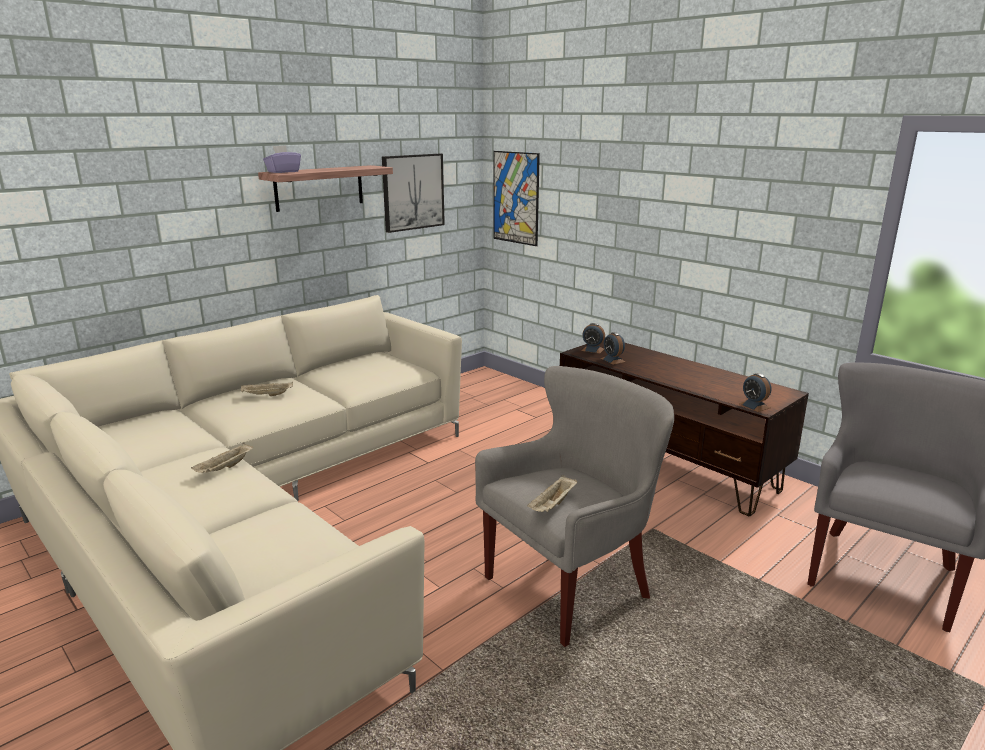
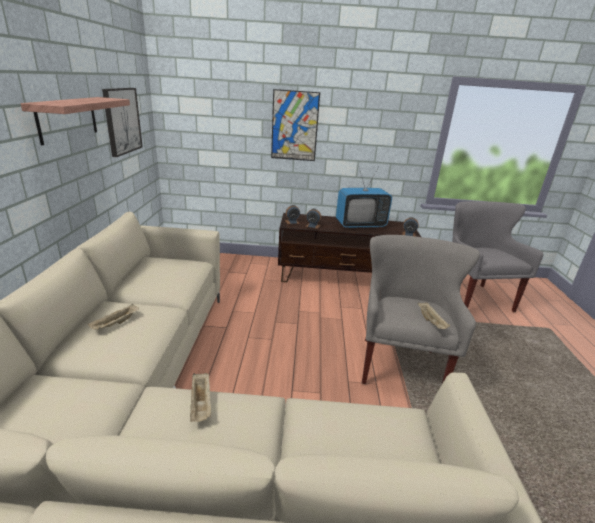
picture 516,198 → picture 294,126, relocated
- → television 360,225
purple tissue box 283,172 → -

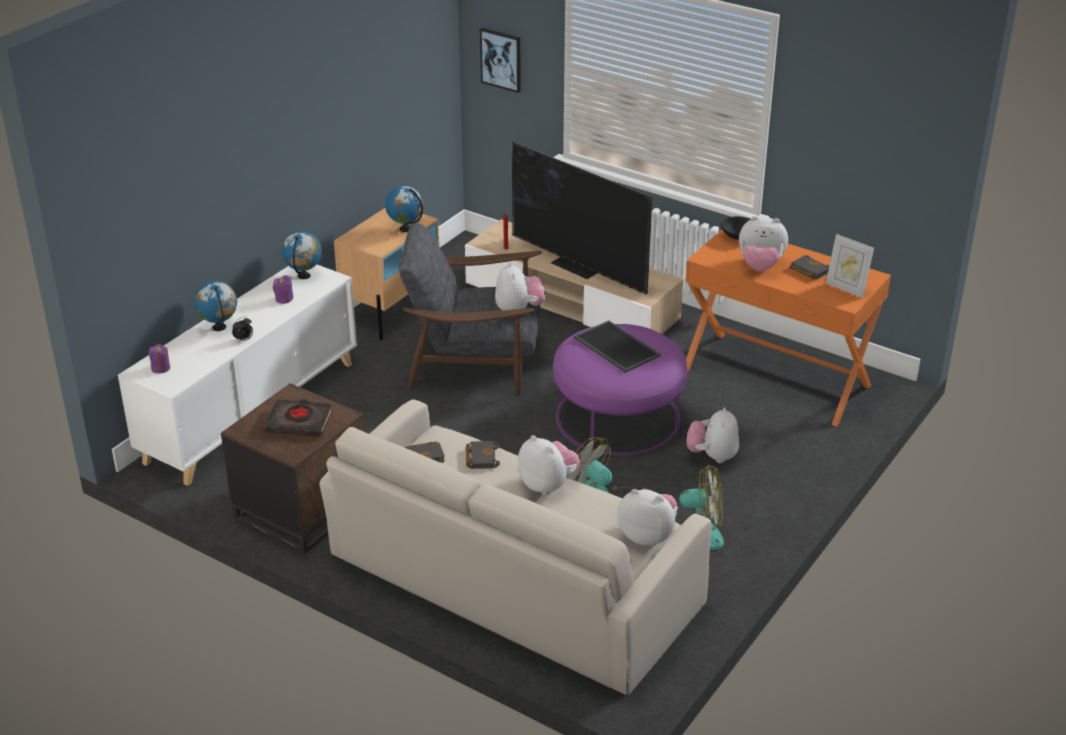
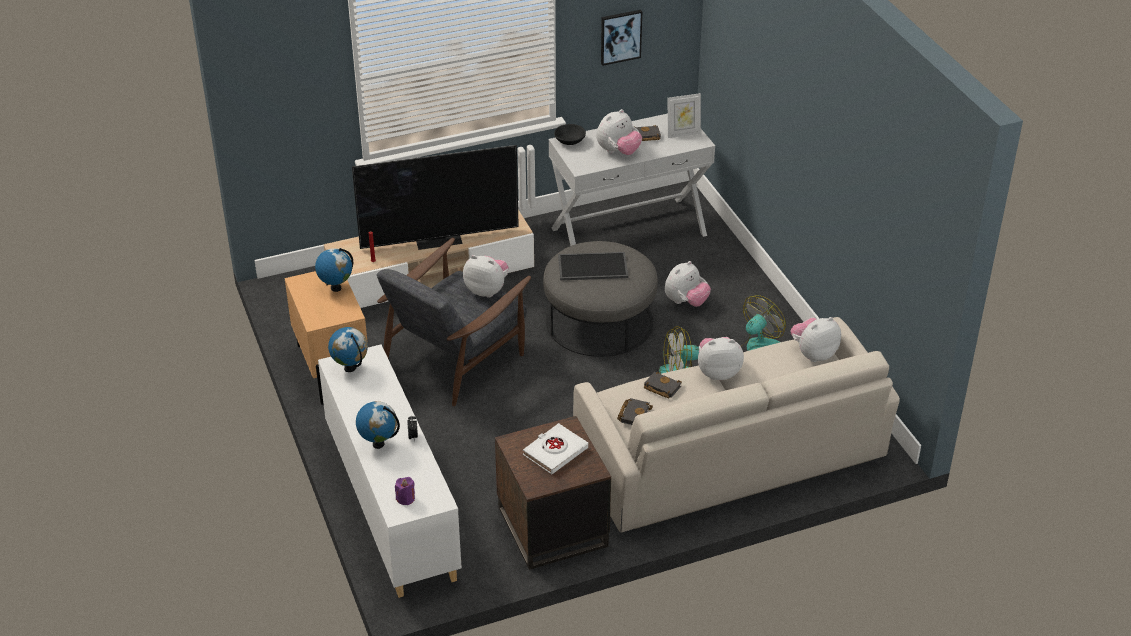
black book 299,422 → white book 555,452
purple ottoman 617,417 → grey ottoman 599,322
orange console table 776,377 → white console table 628,231
picture 501,59 → picture 620,36, relocated
plush toy 712,456 → plush toy 686,302, 90 degrees counterclockwise
purple candle 284,299 → -

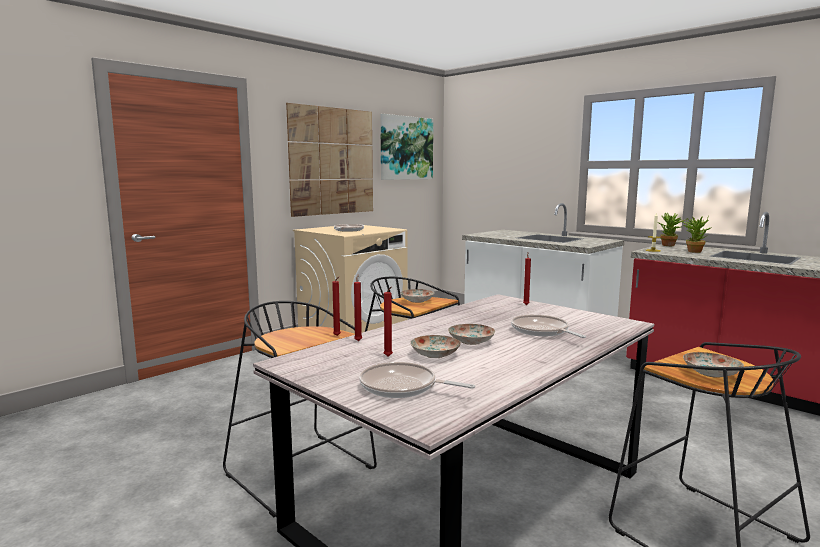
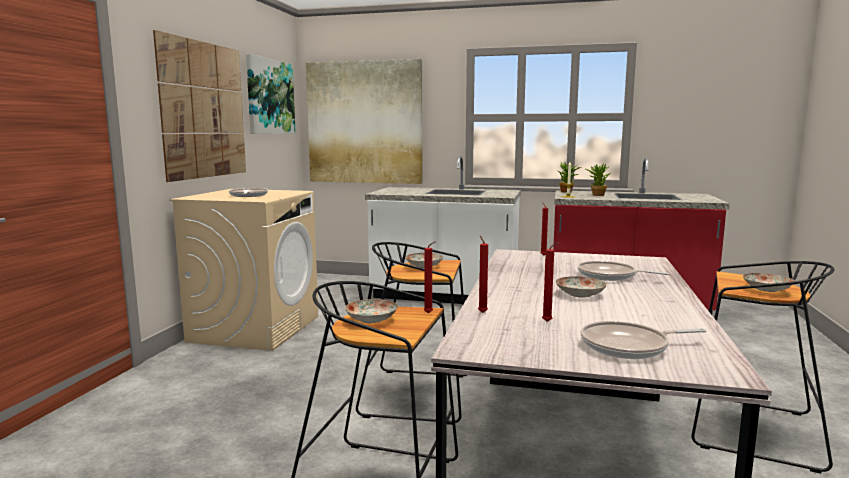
- → picture 364,123
plate 435,355 → plate 372,319, relocated

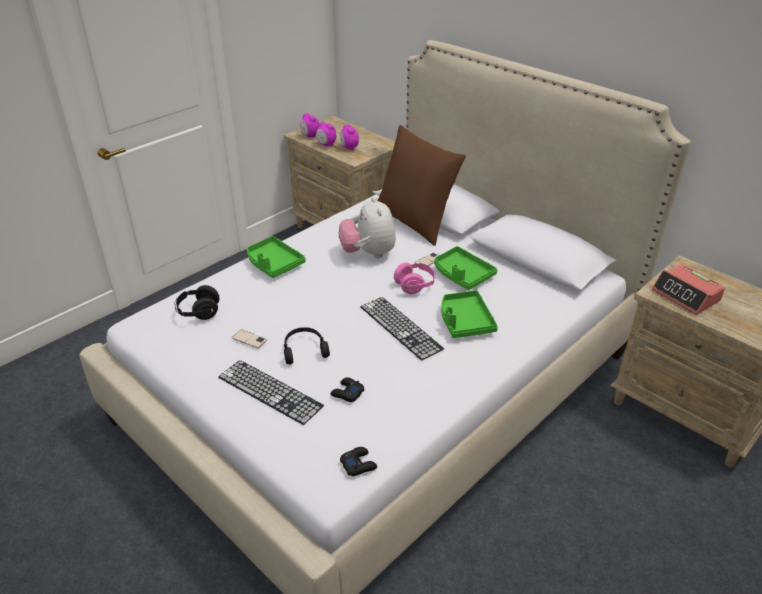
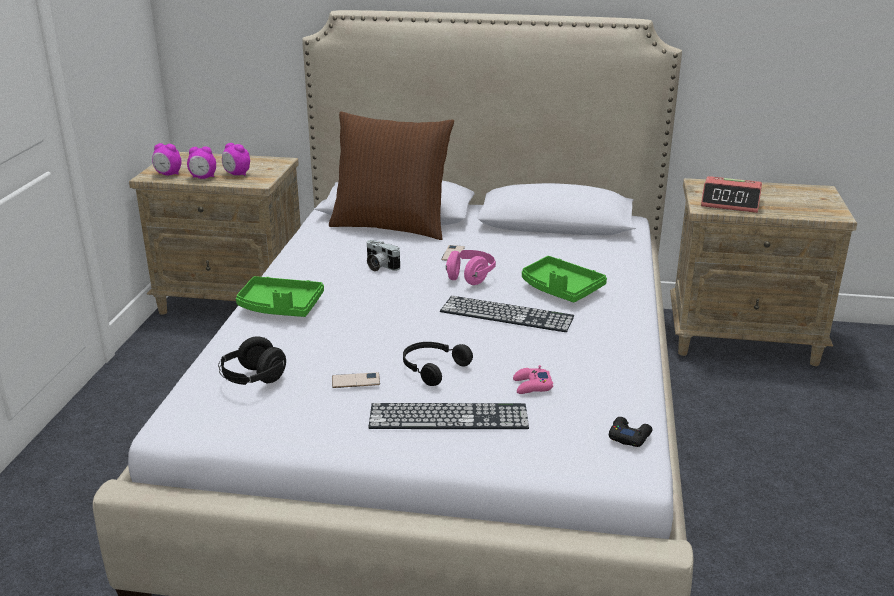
plush toy 368,253 → photo camera 379,266
black game controller 347,393 → pink game controller 532,386
green tray 462,275 → -

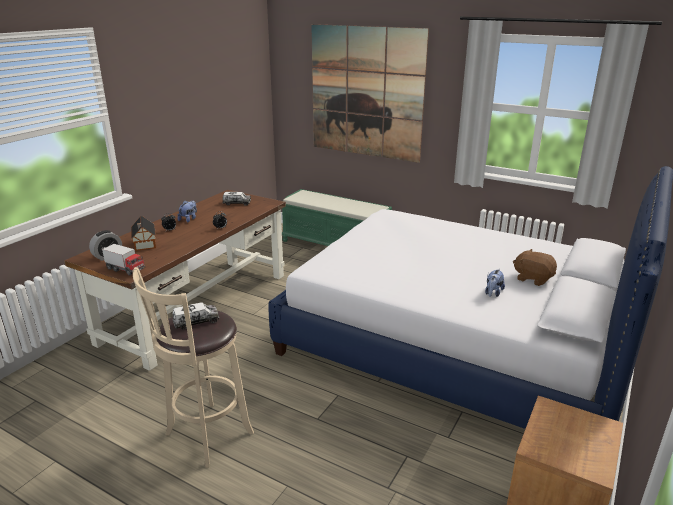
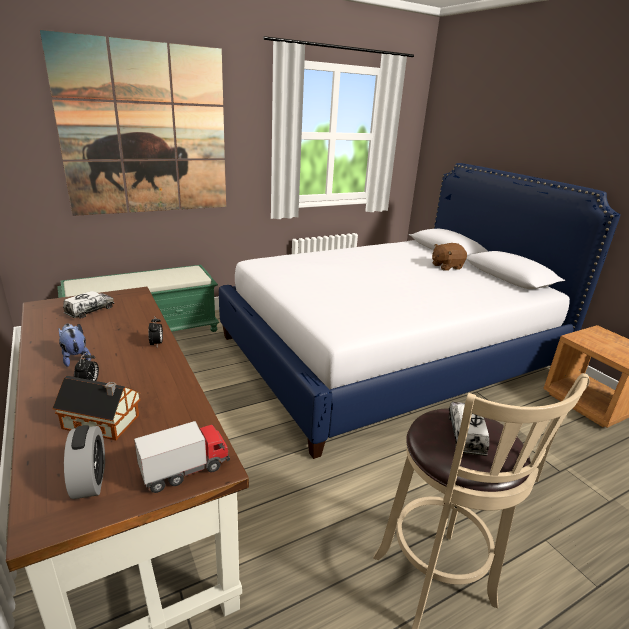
plush toy 493,293 → -

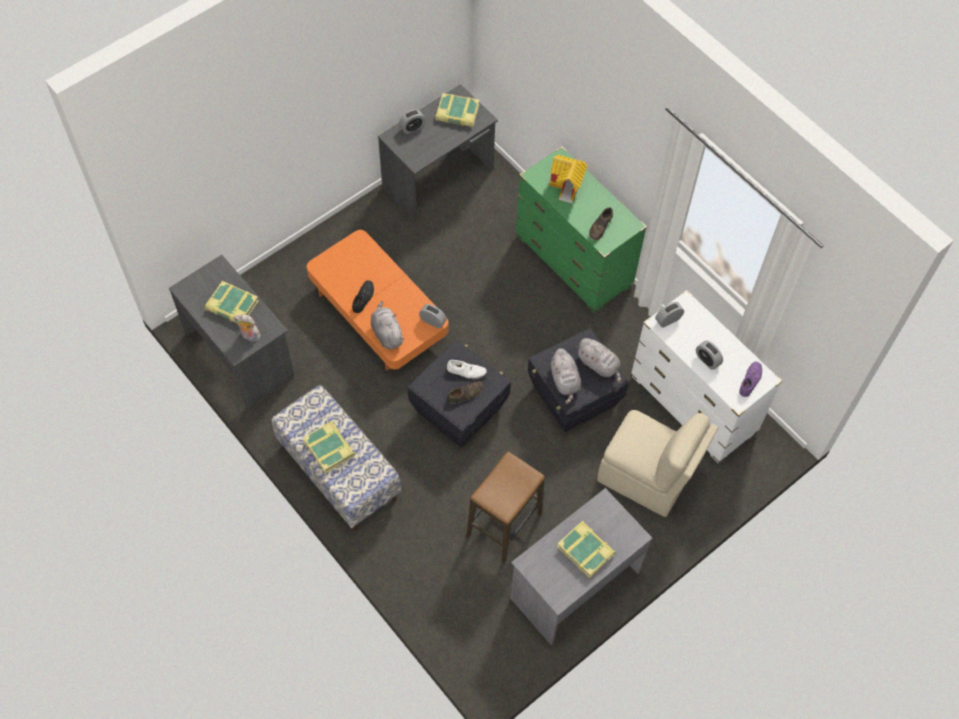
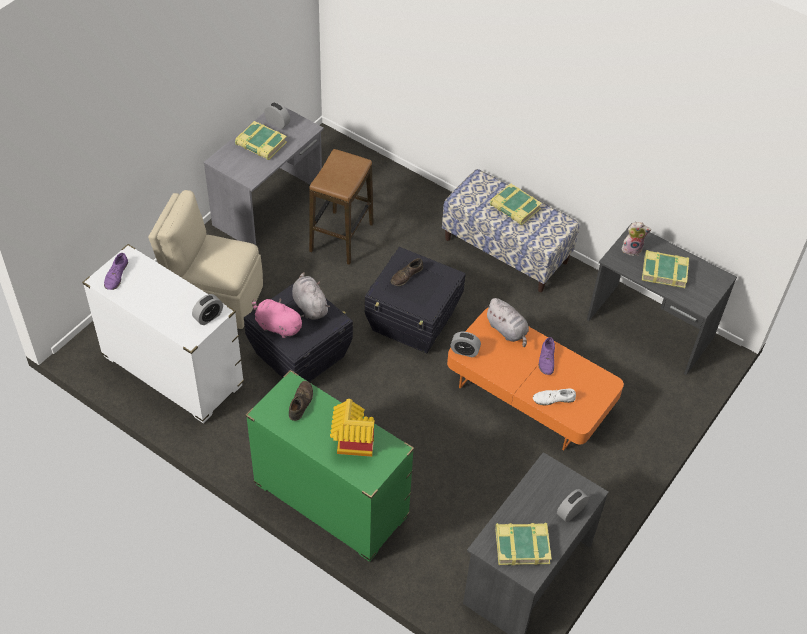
grey plush toy 599,365 → pink plush toy 277,326
alarm clock 707,360 → alarm clock 277,123, relocated
white shoe 466,371 → white shoe 553,399, relocated
black shoe 363,298 → purple shoe 547,360

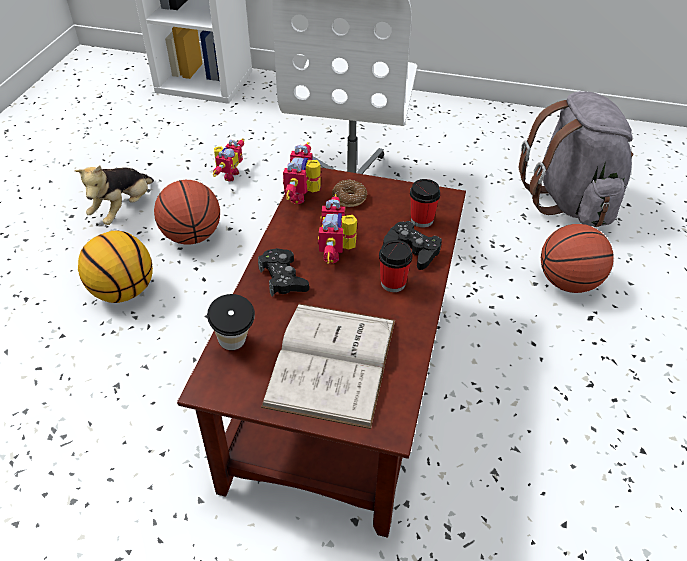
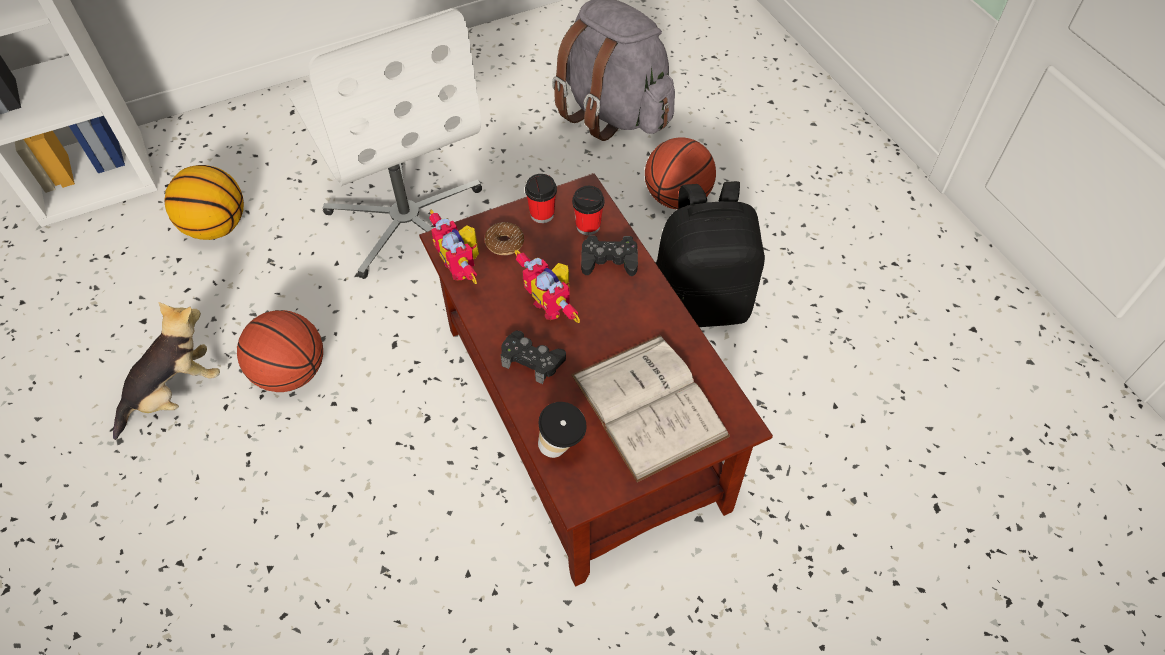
plush toy 123,209 → plush toy 176,392, 120 degrees counterclockwise
basketball 123,291 → basketball 216,226, relocated
cup 393,283 → cup 542,214, relocated
- → black backpack 701,302
toy robot 228,175 → -

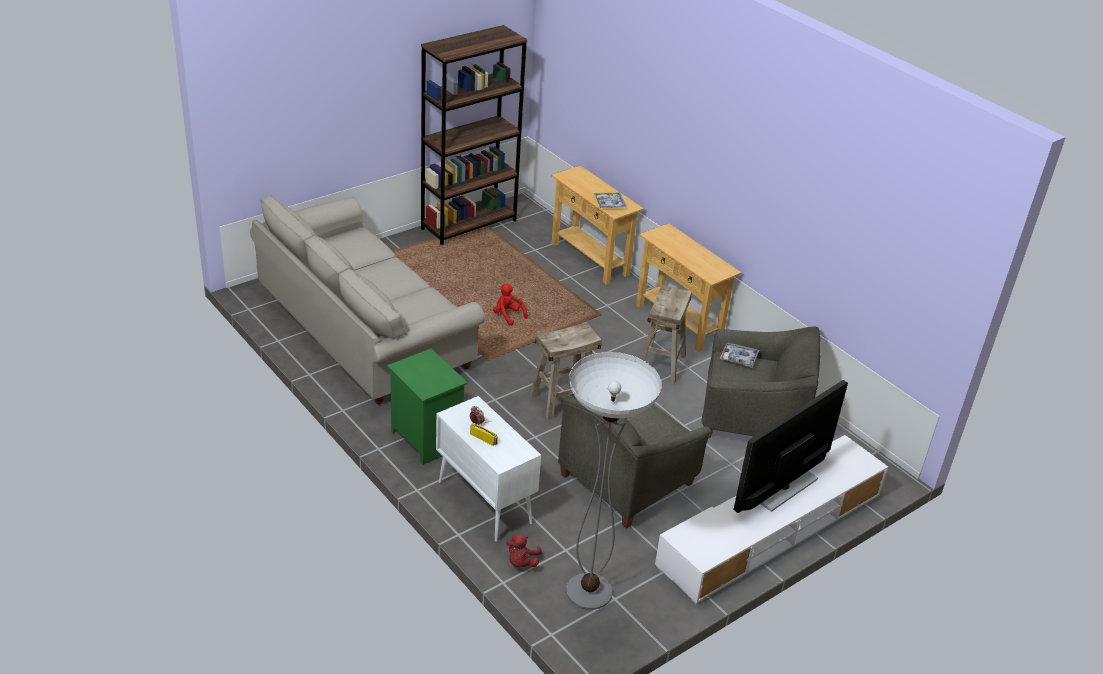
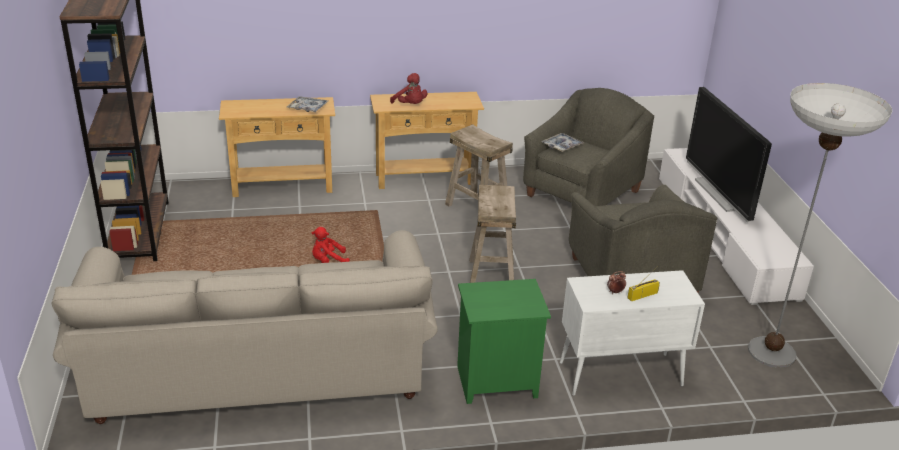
red plush toy 521,562 → red plush toy 410,105, relocated

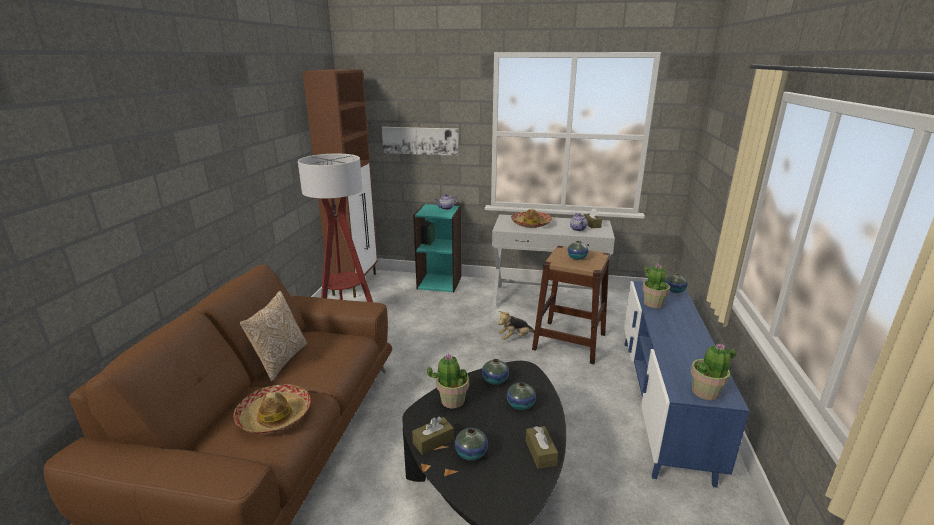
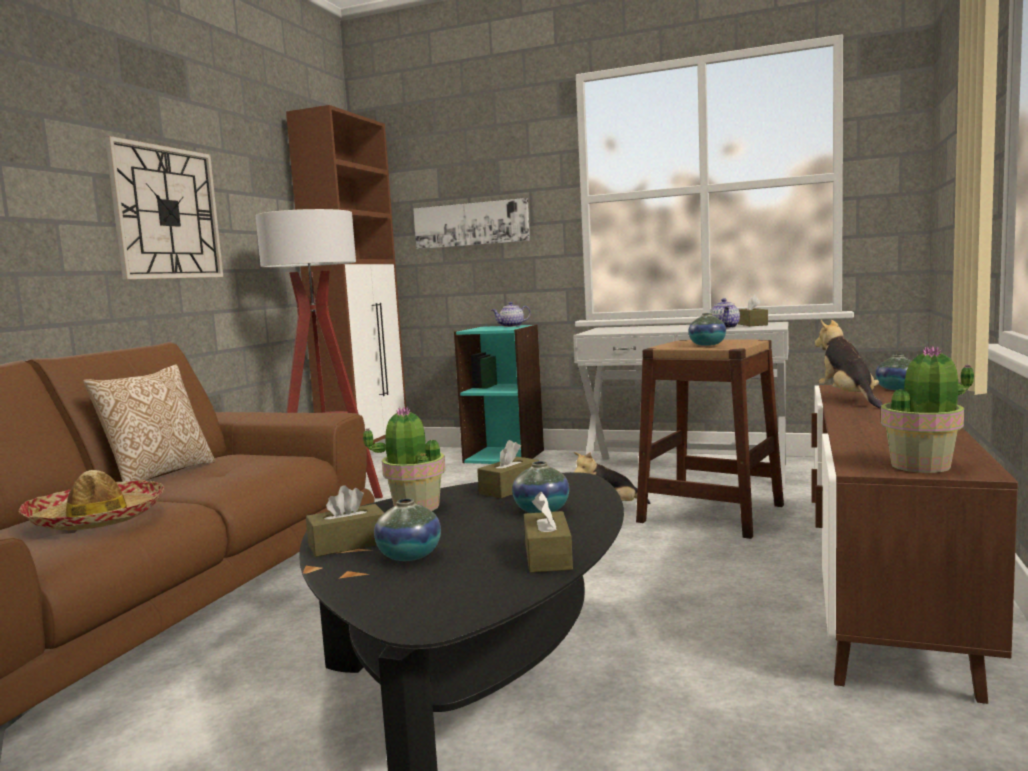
- → wall clock 167,213
vase 495,380 → brown tissue box 510,489
blue tv stand 662,401 → brown tv stand 881,584
potted plant 653,303 → plush toy 848,399
hat 531,224 → -

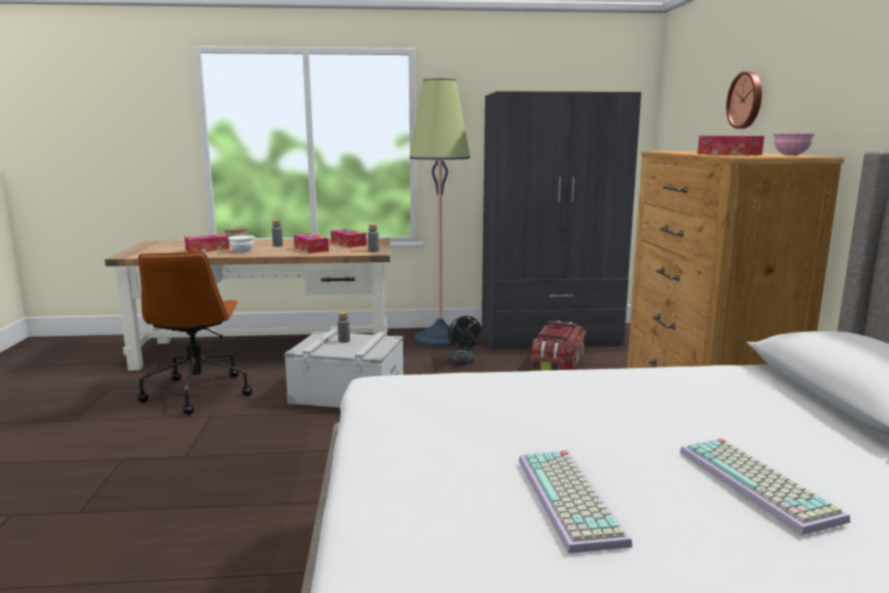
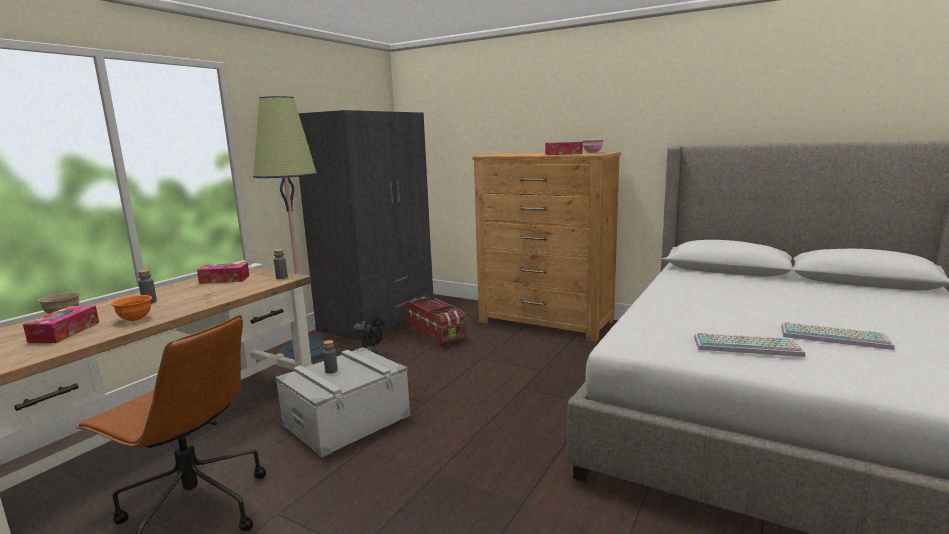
white bowl 242,252 → orange bowl 135,319
keyboard 760,484 → keyboard 747,346, relocated
tissue box 311,249 → -
wall clock 746,100 → -

